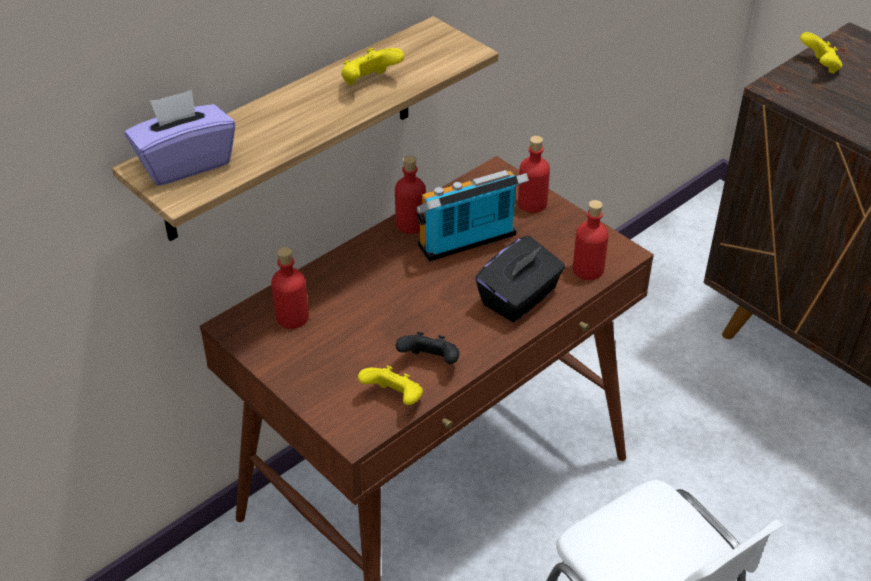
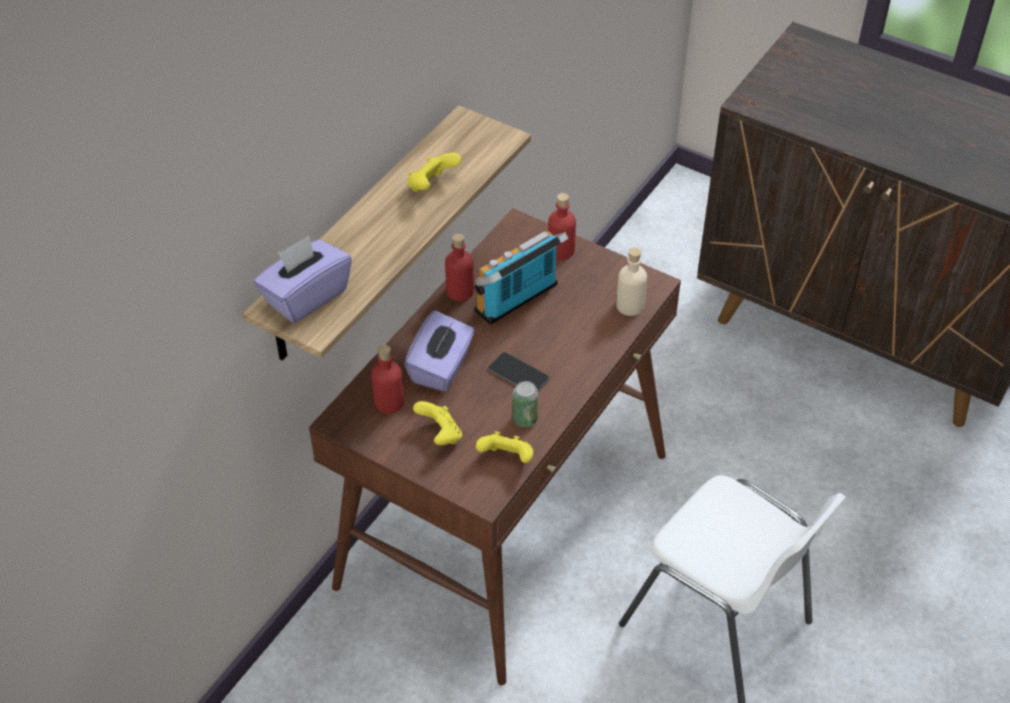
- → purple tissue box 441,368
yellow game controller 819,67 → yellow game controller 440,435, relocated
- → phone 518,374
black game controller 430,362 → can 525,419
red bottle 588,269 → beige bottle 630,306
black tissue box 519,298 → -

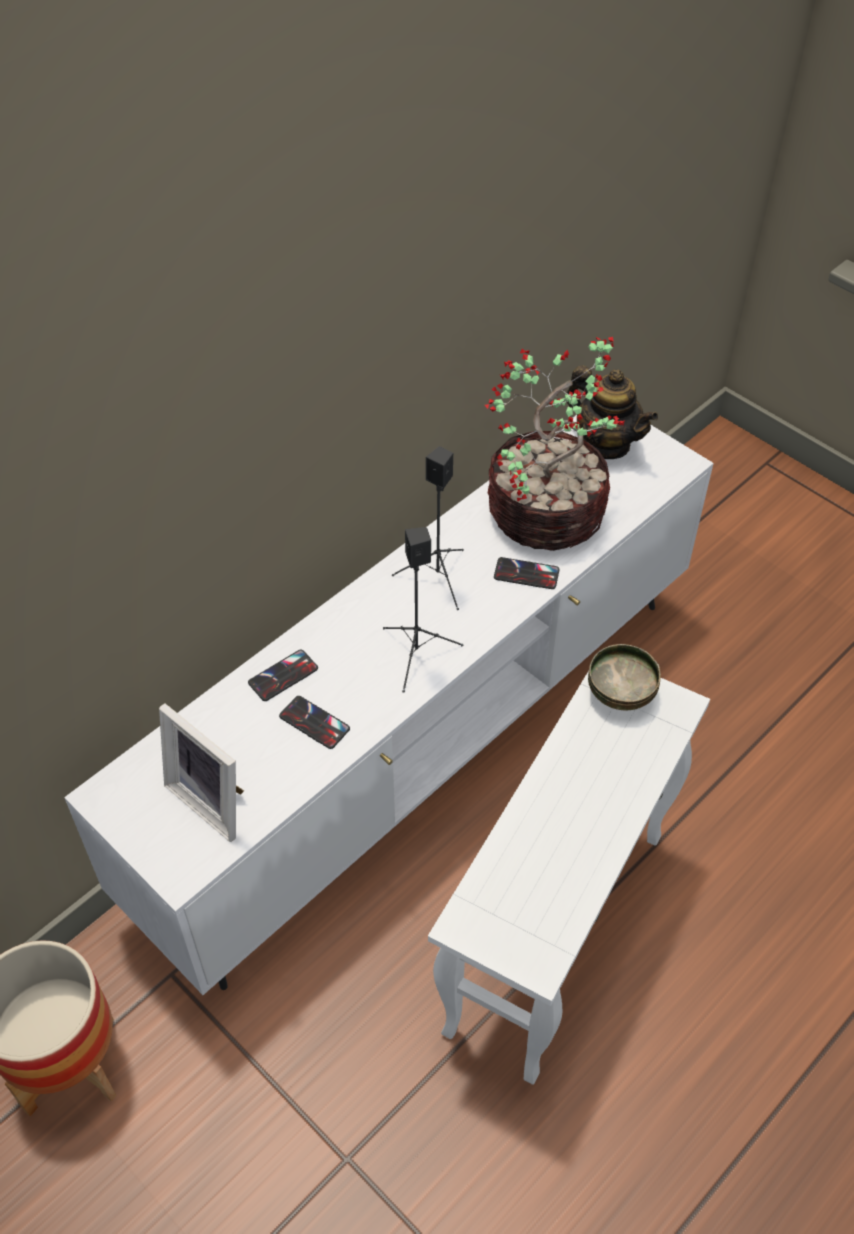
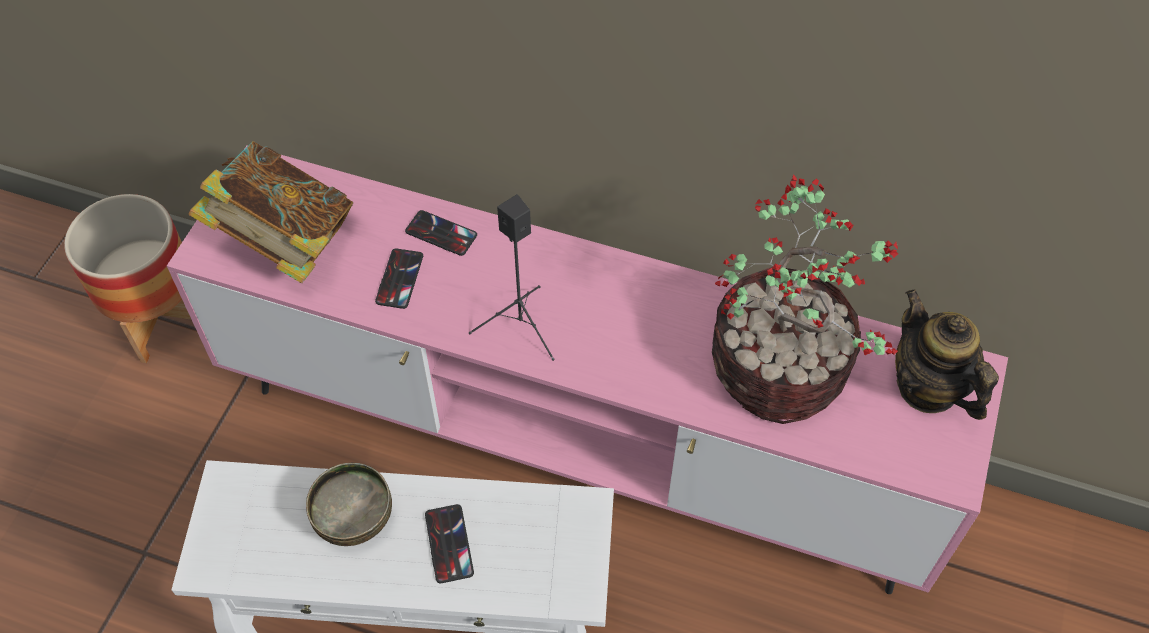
white tv stand 424,750 → pink tv stand 575,442
picture frame 213,799 → book 285,242
bowl 621,692 → bowl 355,518, relocated
phone 526,574 → phone 449,544, relocated
teapot 605,444 → teapot 928,387, 135 degrees clockwise
black speaker 438,578 → -

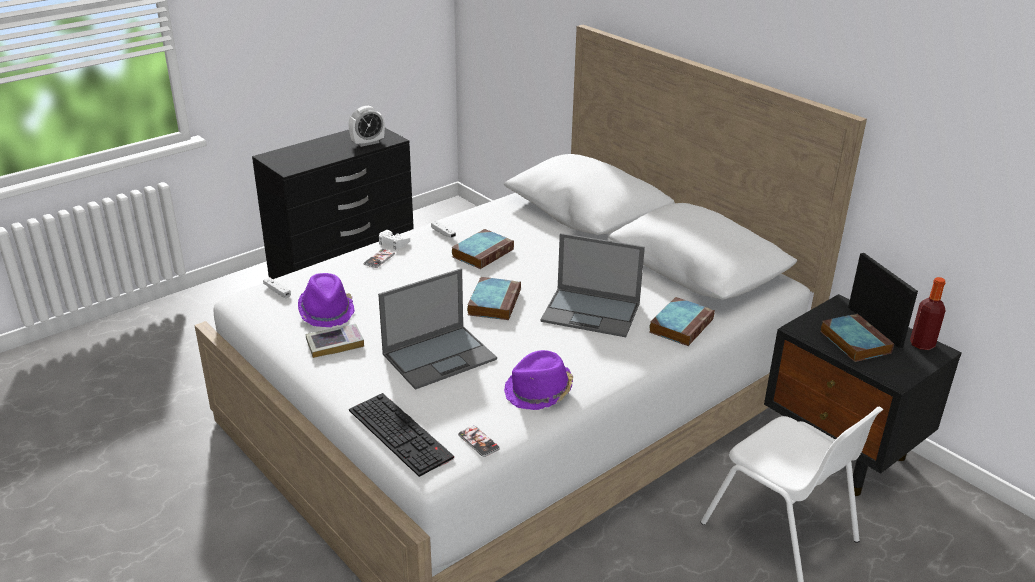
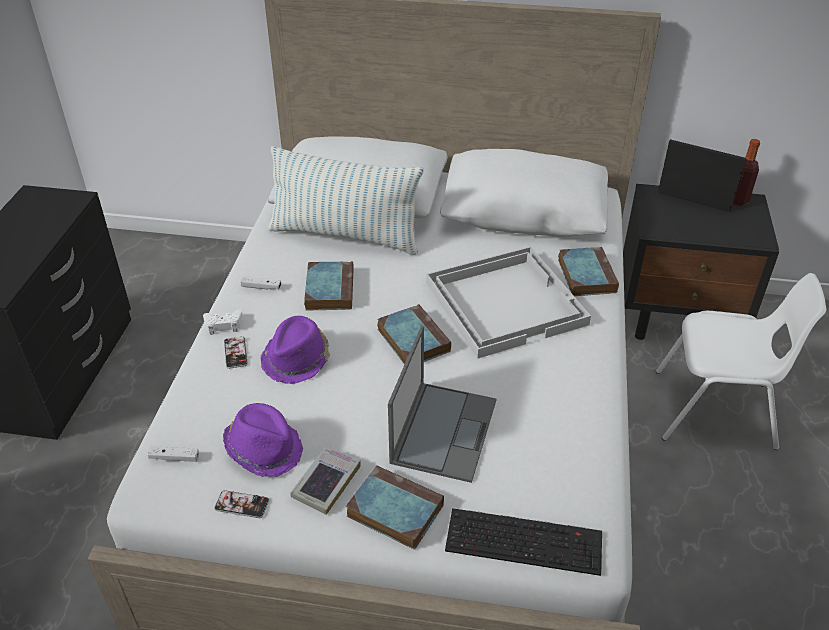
phone 478,442 → phone 242,505, relocated
purple hat 539,392 → purple hat 297,359, relocated
- → pillow 345,235
book 853,341 → book 393,510, relocated
laptop 592,312 → white tray 506,302
alarm clock 367,143 → -

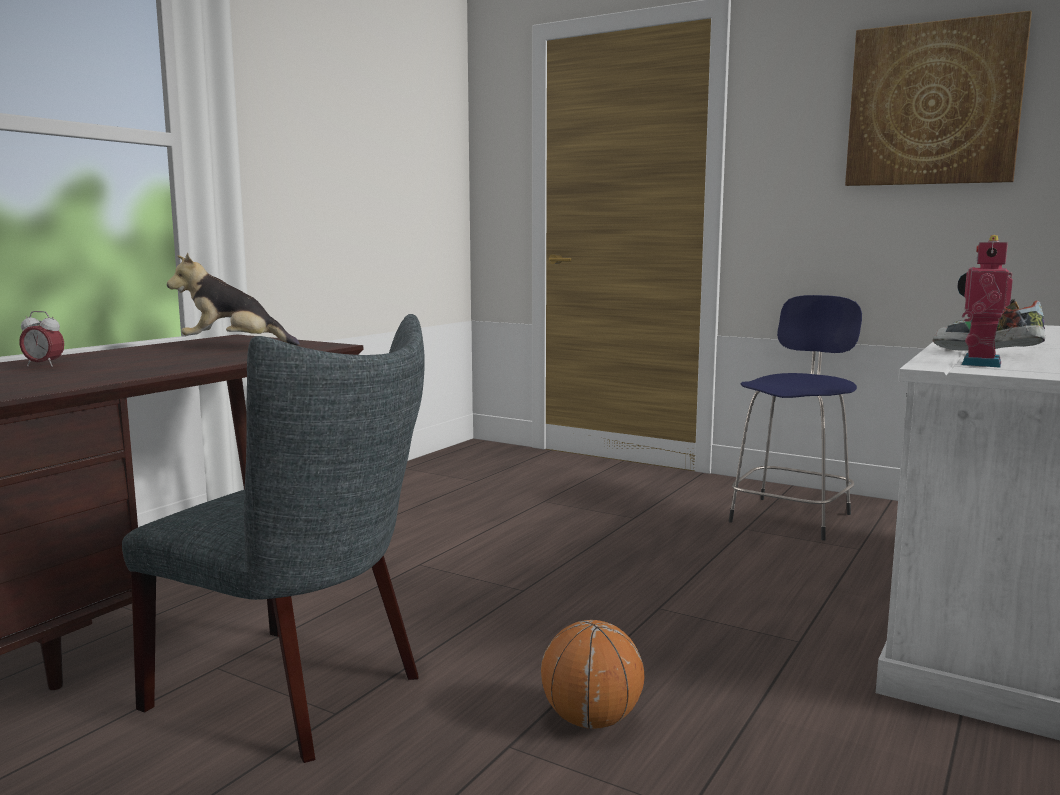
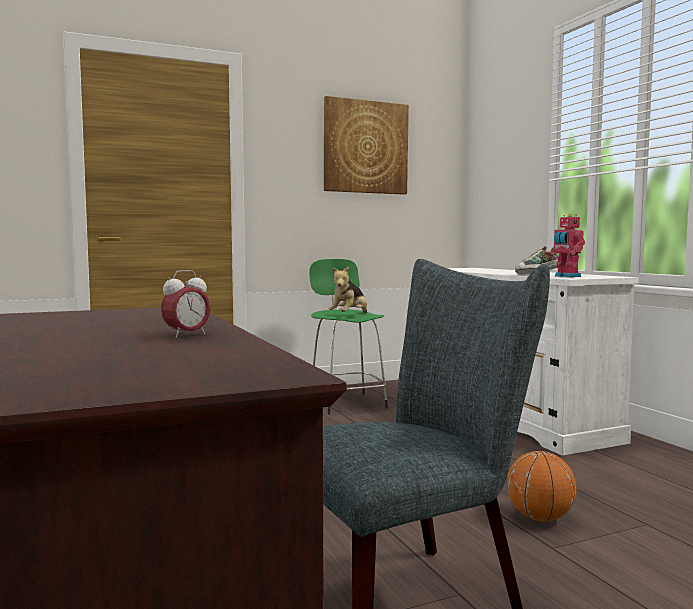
alarm clock 44,365 → alarm clock 186,335, relocated
blue stool 792,517 → green stool 346,403
plush toy 233,346 → plush toy 349,316, relocated

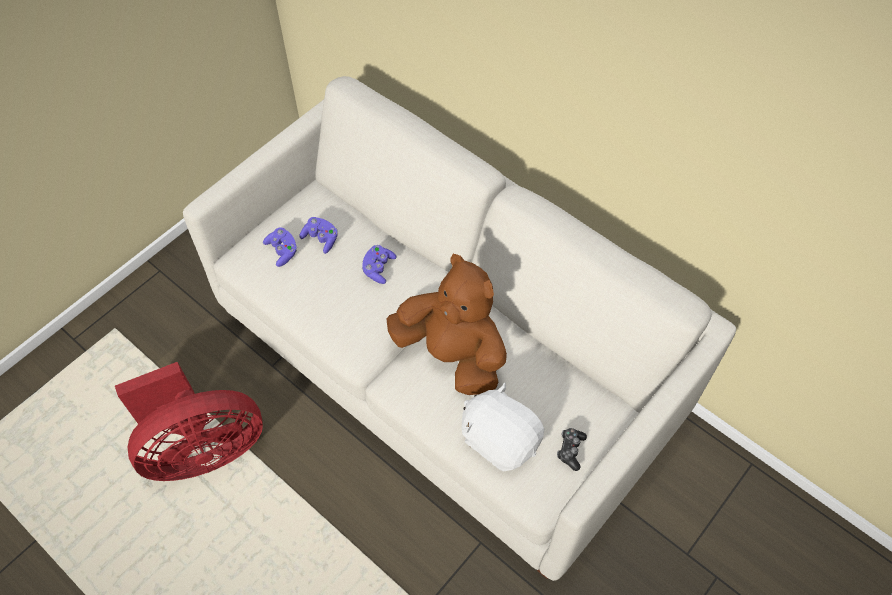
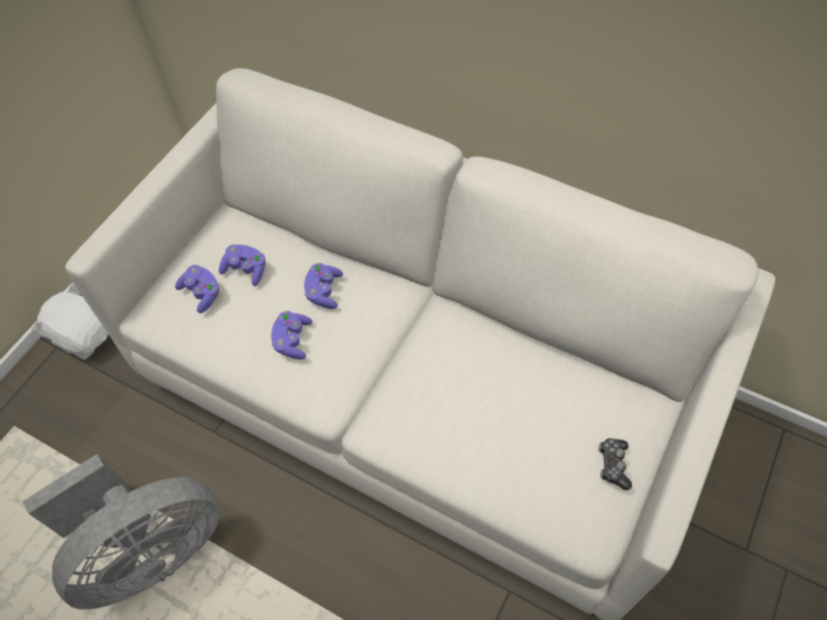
red fan 202,449 → grey fan 150,551
white plush toy 500,439 → white plush toy 85,335, relocated
- → purple game controller 292,340
brown plush toy 452,354 → -

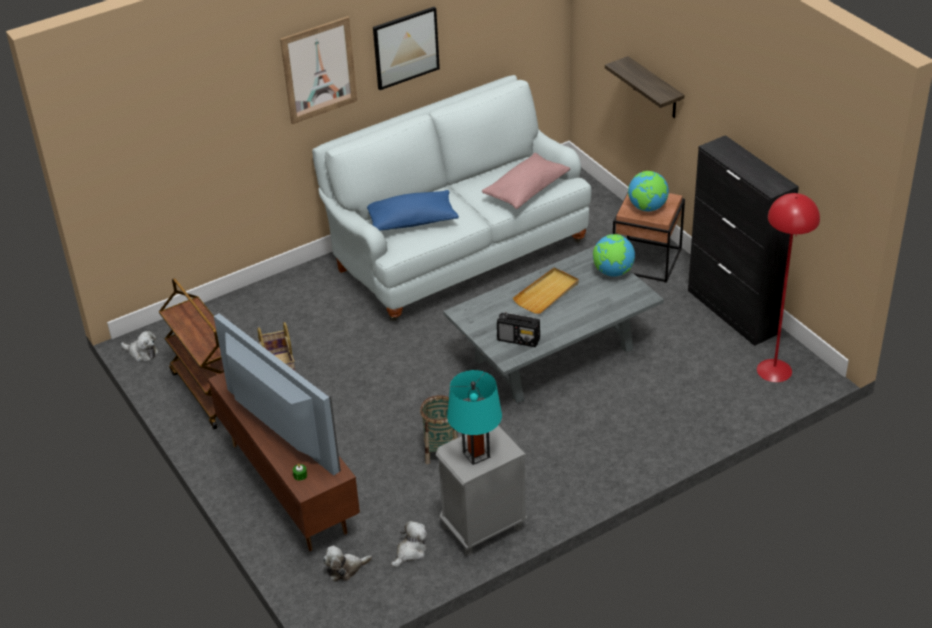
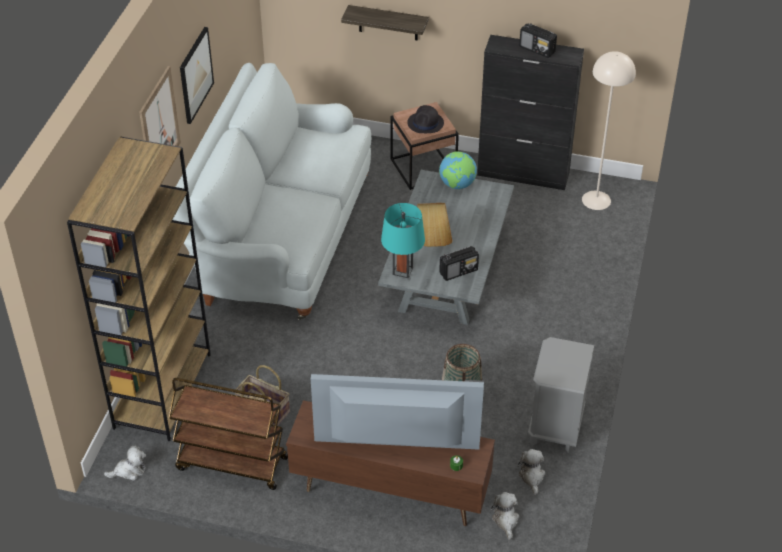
- → brown bookcase 162,390
turquoise table lamp 476,454 → turquoise table lamp 402,271, relocated
globe 647,208 → black hat 425,123
plush toy 345,569 → plush toy 505,520, 150 degrees clockwise
- → radio 537,50
red floor lamp 774,370 → beige floor lamp 596,200
blue pillow 412,221 → -
pink pillow 526,190 → -

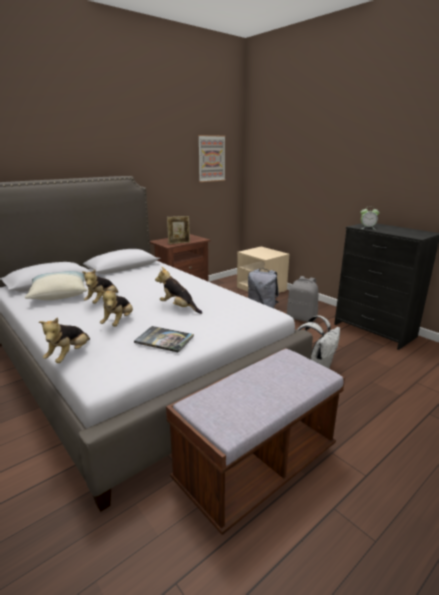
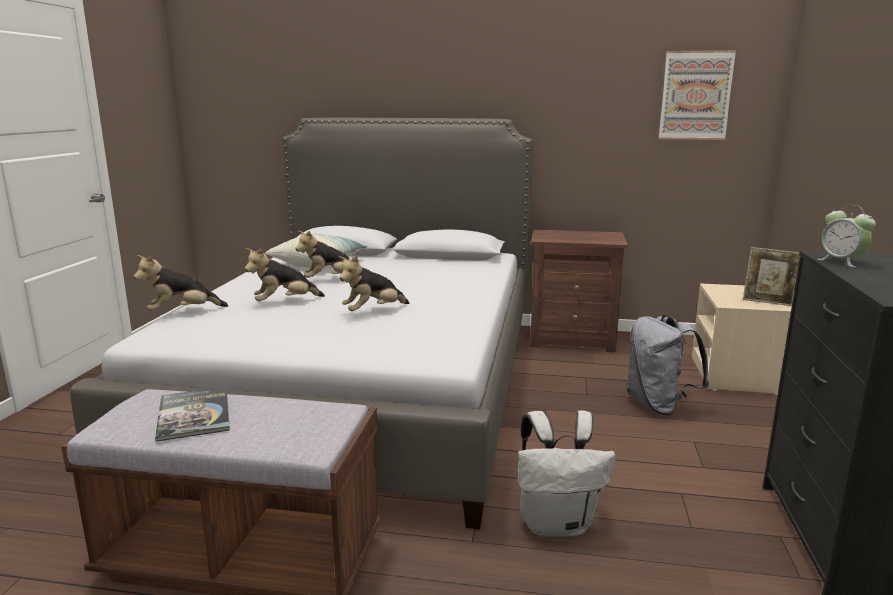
book 164,339 → book 194,414, relocated
plush toy 178,307 → plush toy 373,311, 120 degrees counterclockwise
picture frame 179,243 → picture frame 767,302, relocated
grey backpack 302,318 → -

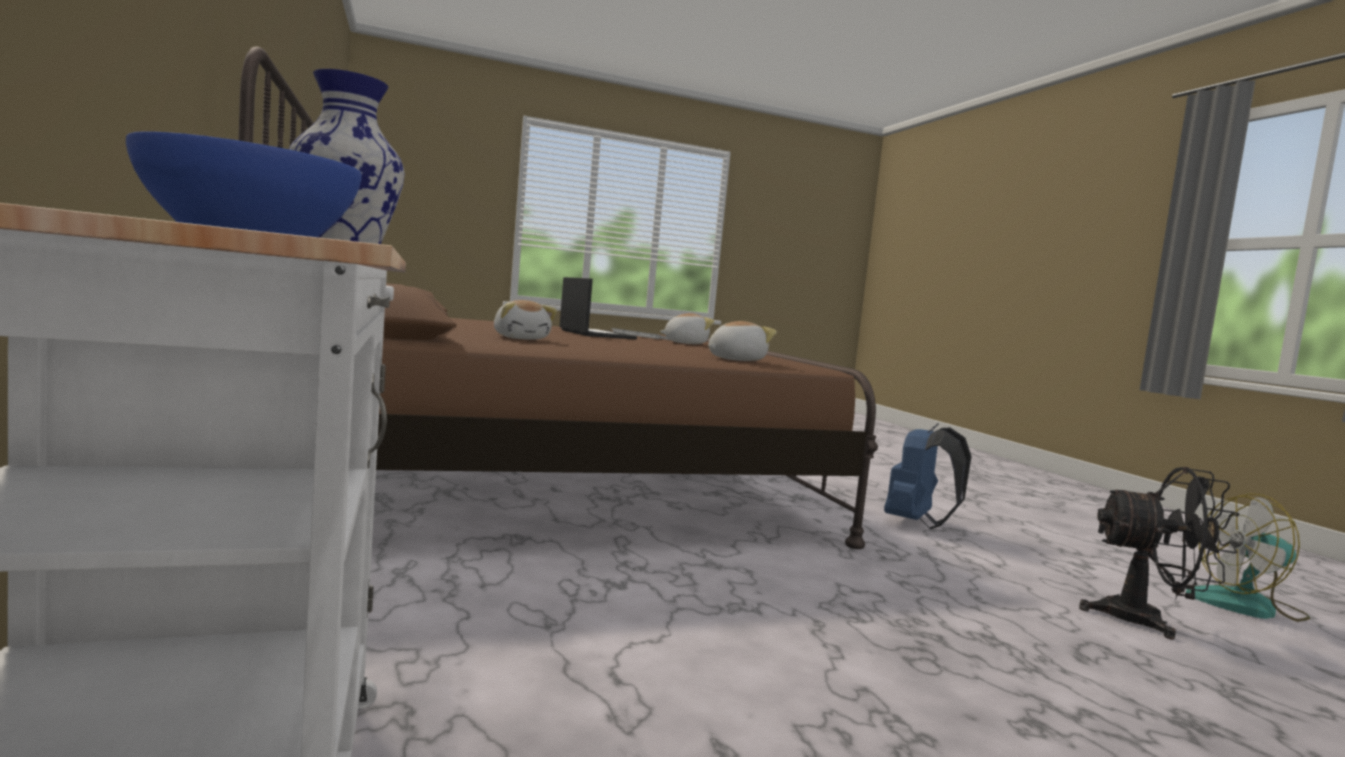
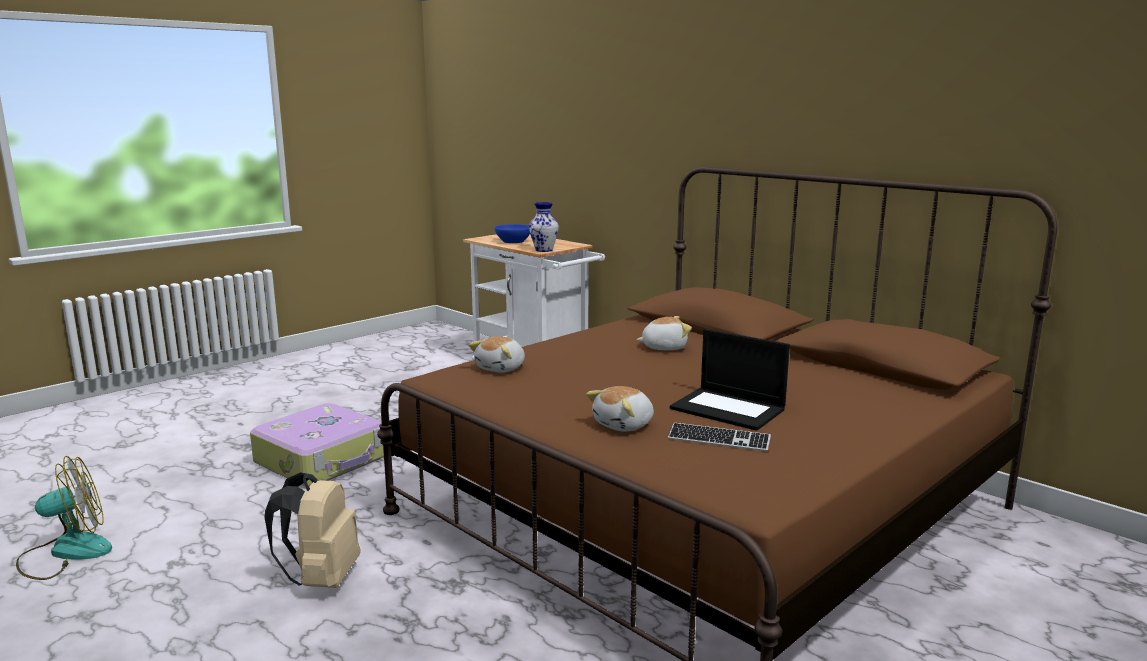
- → suitcase 323,460
blue backpack 917,523 → beige backpack 321,579
plush toy 521,338 → plush toy 664,347, 135 degrees clockwise
black fan 1147,621 → -

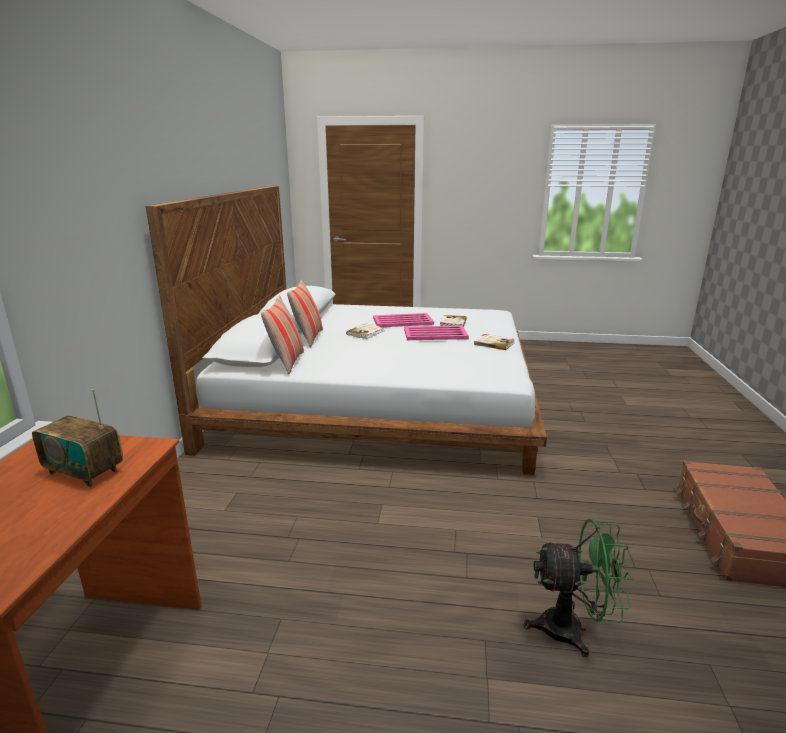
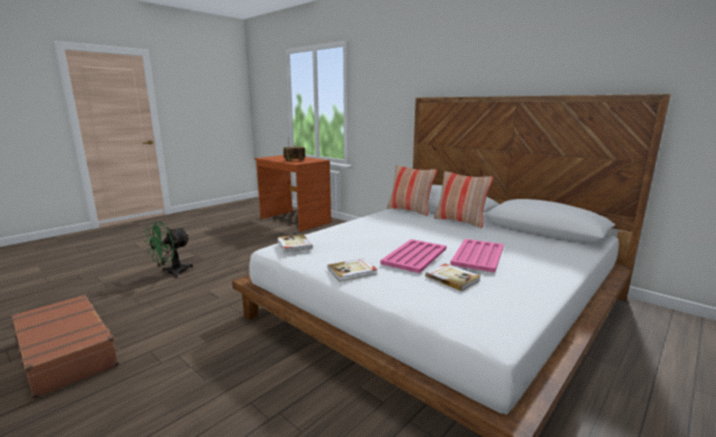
book 366,332 → book 294,245, relocated

